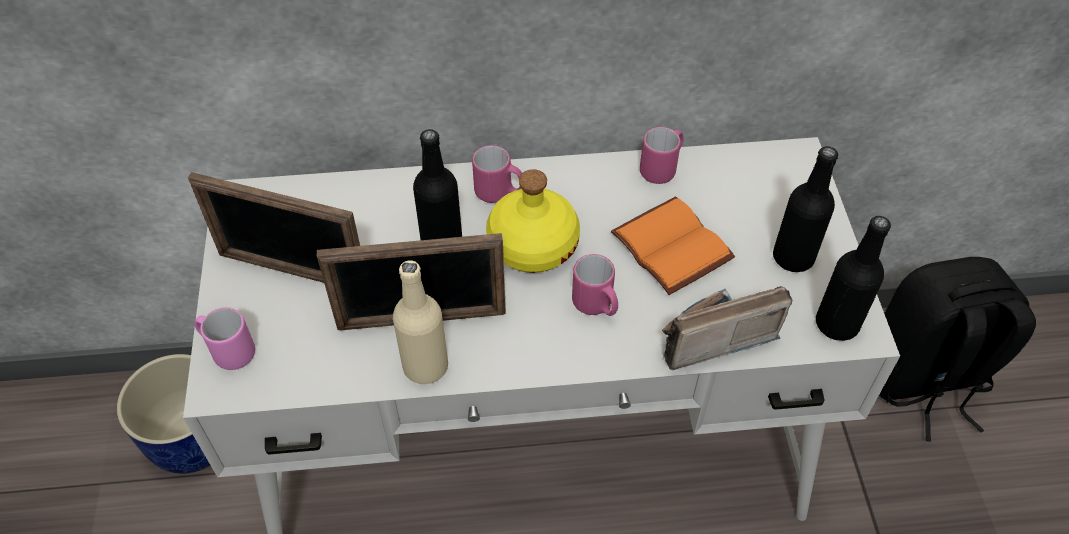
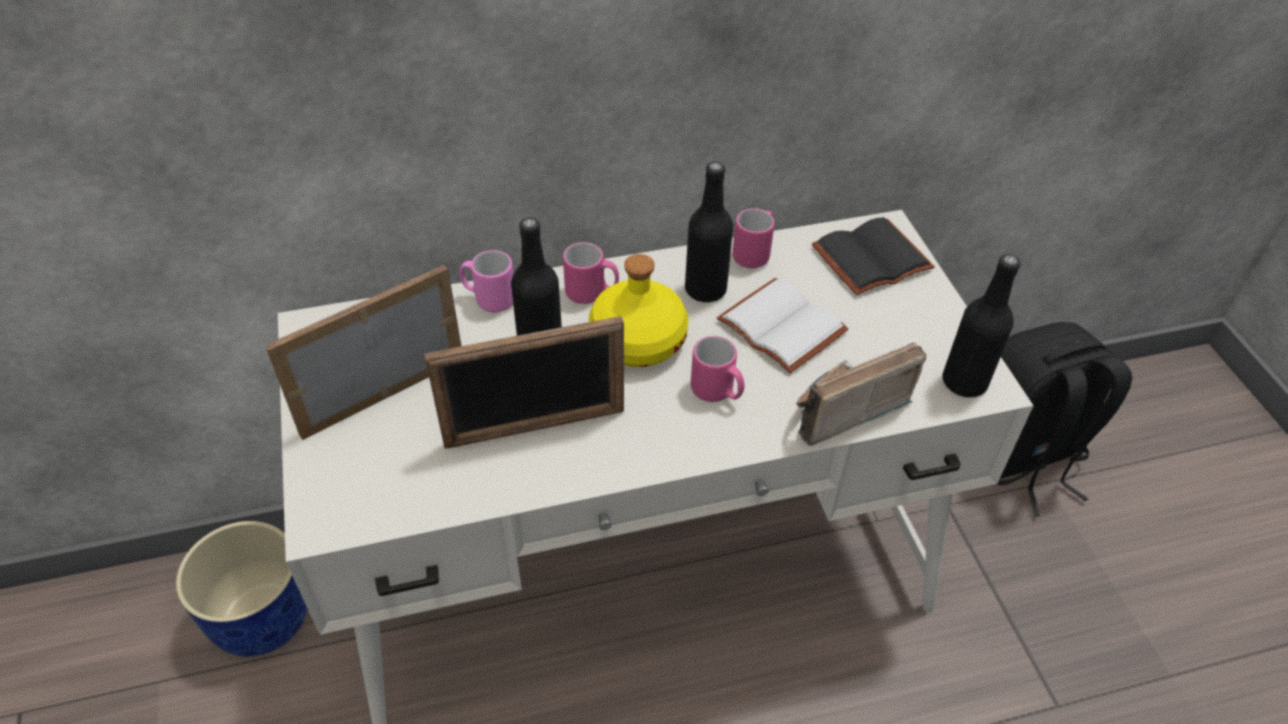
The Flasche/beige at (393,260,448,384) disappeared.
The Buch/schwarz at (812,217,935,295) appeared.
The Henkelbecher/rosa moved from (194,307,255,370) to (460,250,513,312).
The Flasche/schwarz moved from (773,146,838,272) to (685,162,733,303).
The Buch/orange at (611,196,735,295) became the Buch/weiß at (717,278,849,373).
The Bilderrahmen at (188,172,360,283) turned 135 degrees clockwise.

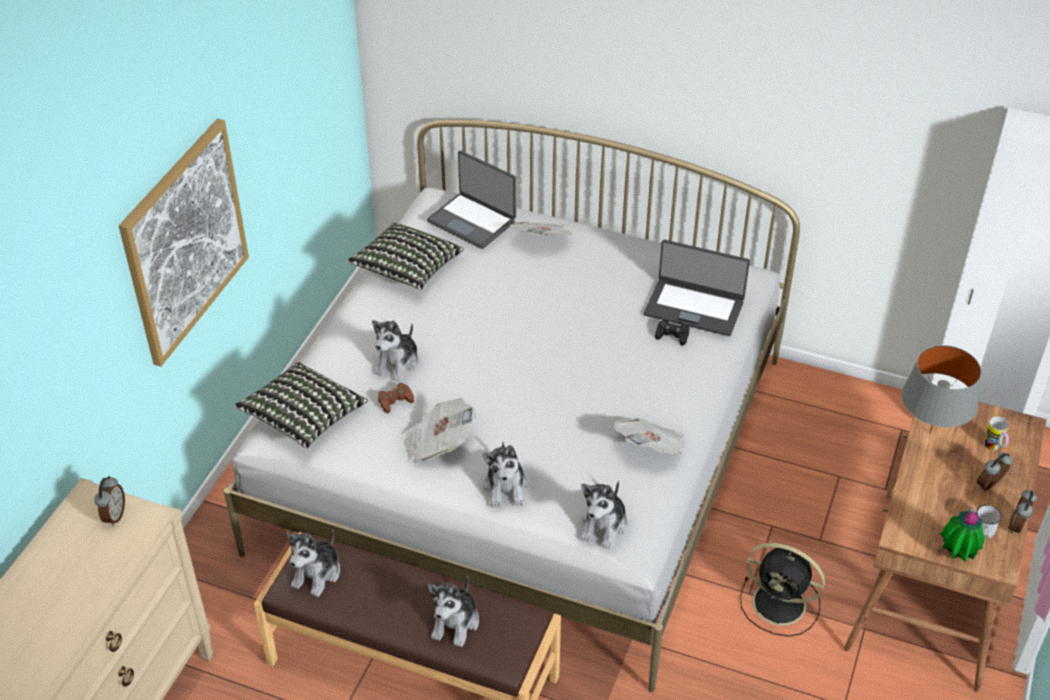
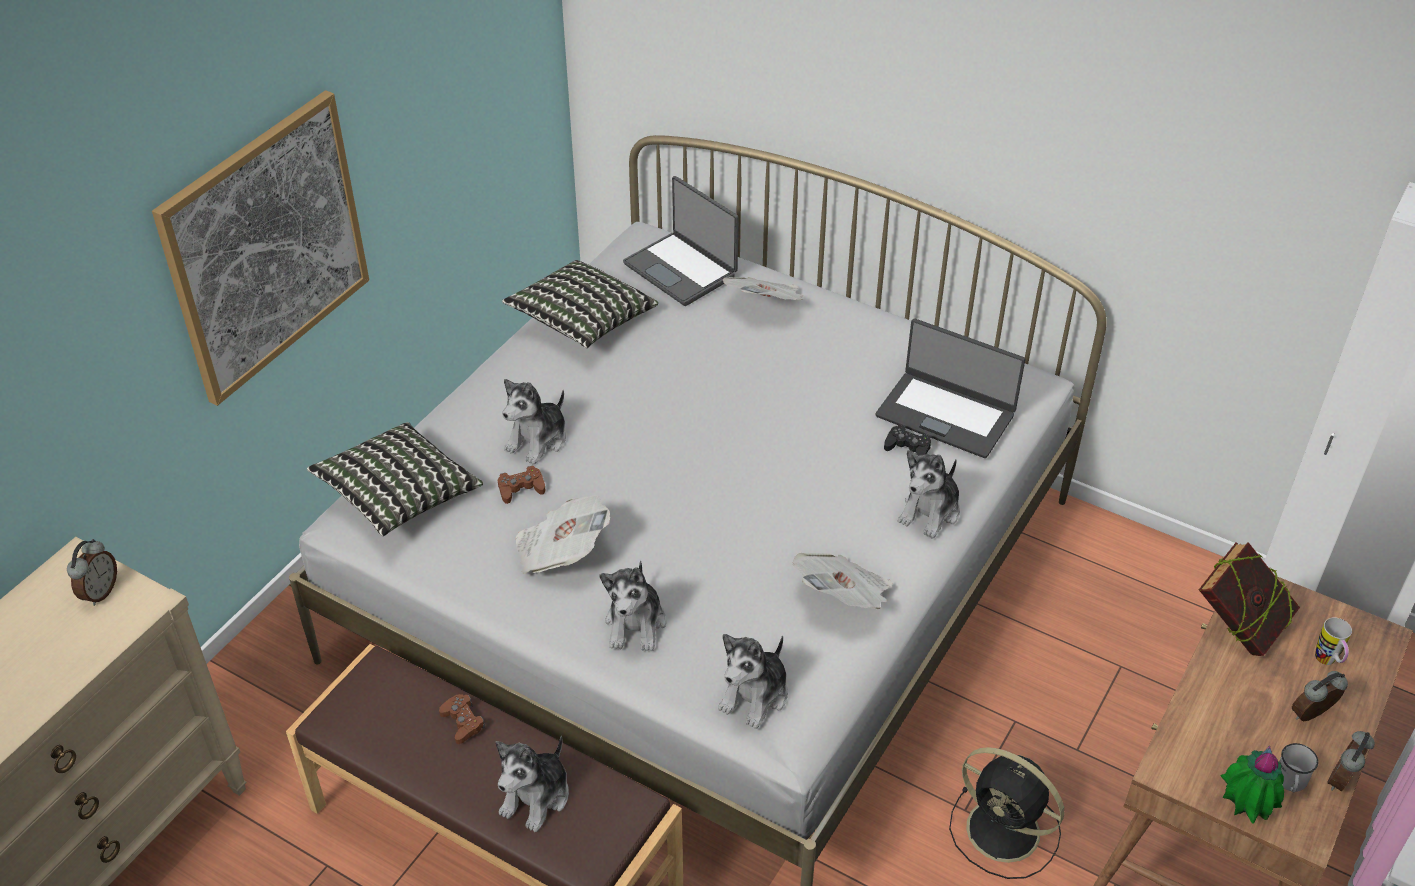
The Gamepad/braun at (439,694,486,744) appeared.
The Plüschtier moved from (287,529,340,597) to (898,450,960,538).
The Tischlampe/grau at (901,345,981,433) was replaced by the Buch at (1199,542,1300,656).

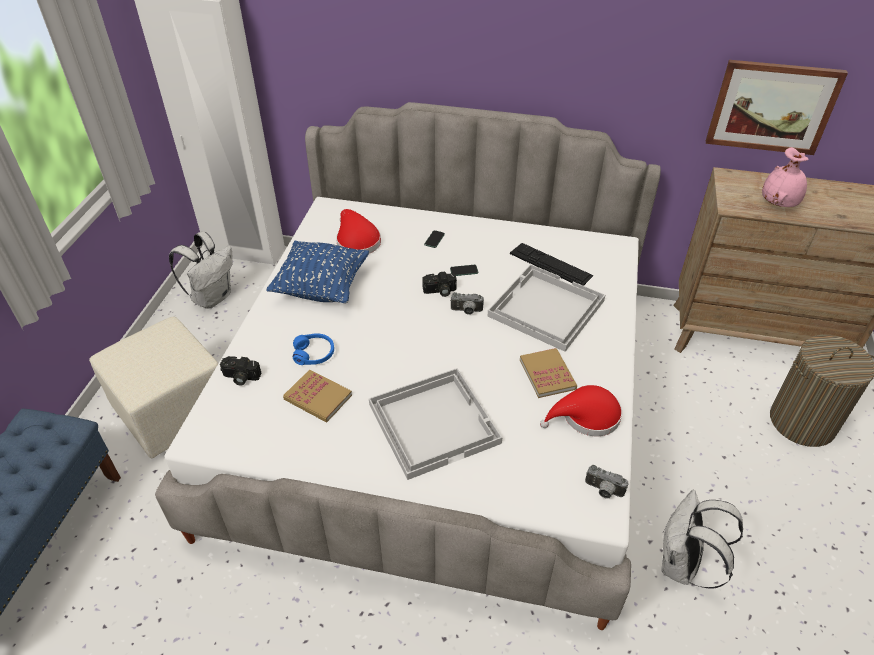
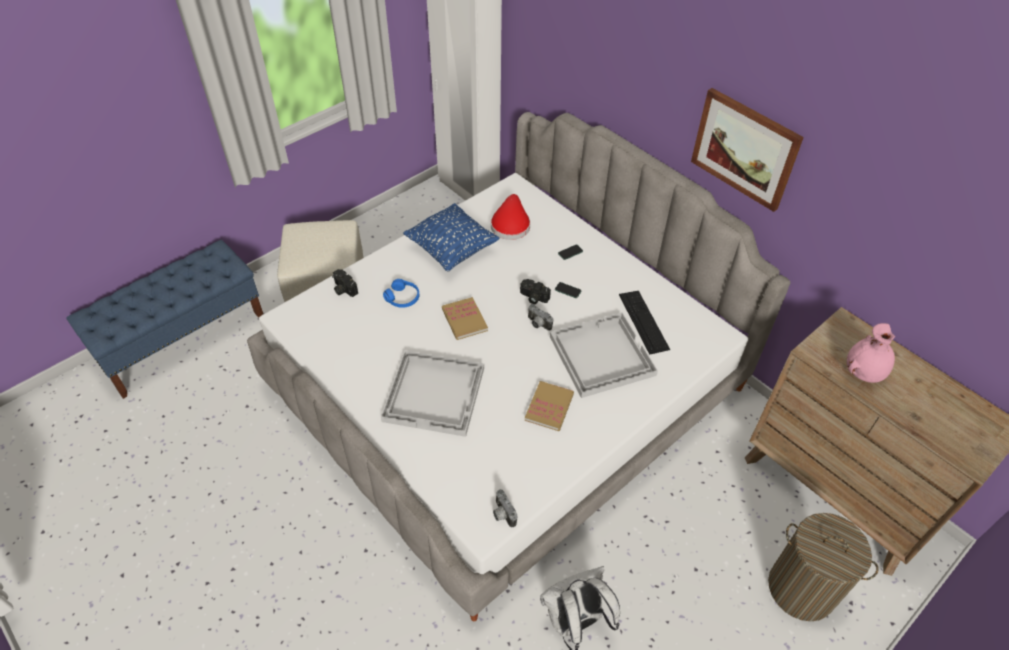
The Rucksack/weiß at (169,231,233,309) disappeared.
The Hut/rot at (540,385,622,436) disappeared.
The Buch moved from (283,369,352,422) to (442,297,488,340).
The Bild moved from (706,60,848,155) to (691,88,804,212).

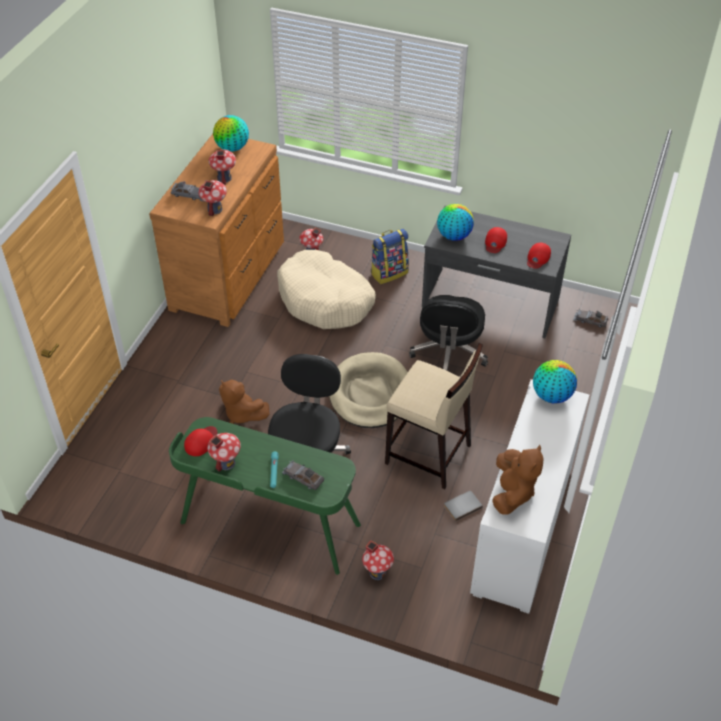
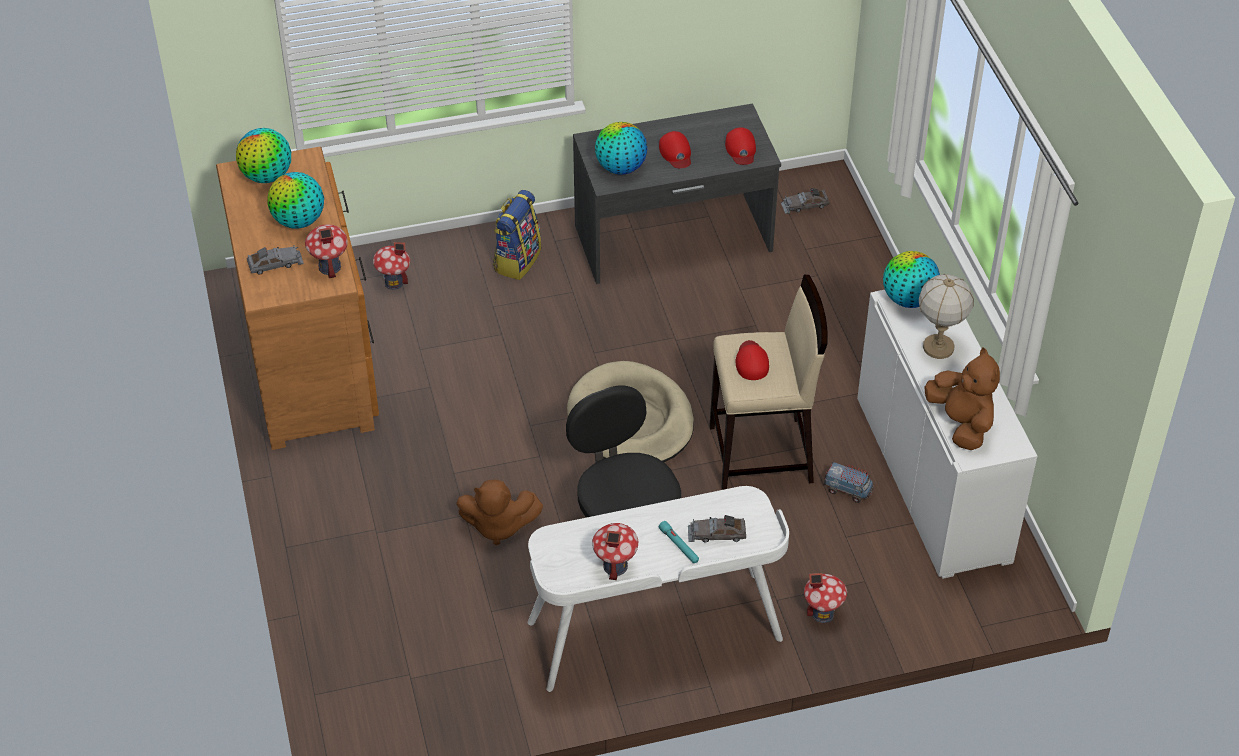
The Hundebett/beige at (277,250,376,329) disappeared.
The Bürostuhl/schwarz at (409,295,488,371) disappeared.
The Tischlampe at (919,274,974,359) appeared.
The Kappe/rot moved from (184,426,217,456) to (736,340,769,380).
The Spielzeughaus at (209,149,236,185) was replaced by the Globus at (267,172,324,229).
The Buch/grau at (444,491,483,521) was replaced by the Spielzeuglaster at (824,462,874,503).
The Schreibtisch/grün at (169,417,361,575) became the Schreibtisch/weiß at (528,486,789,692).

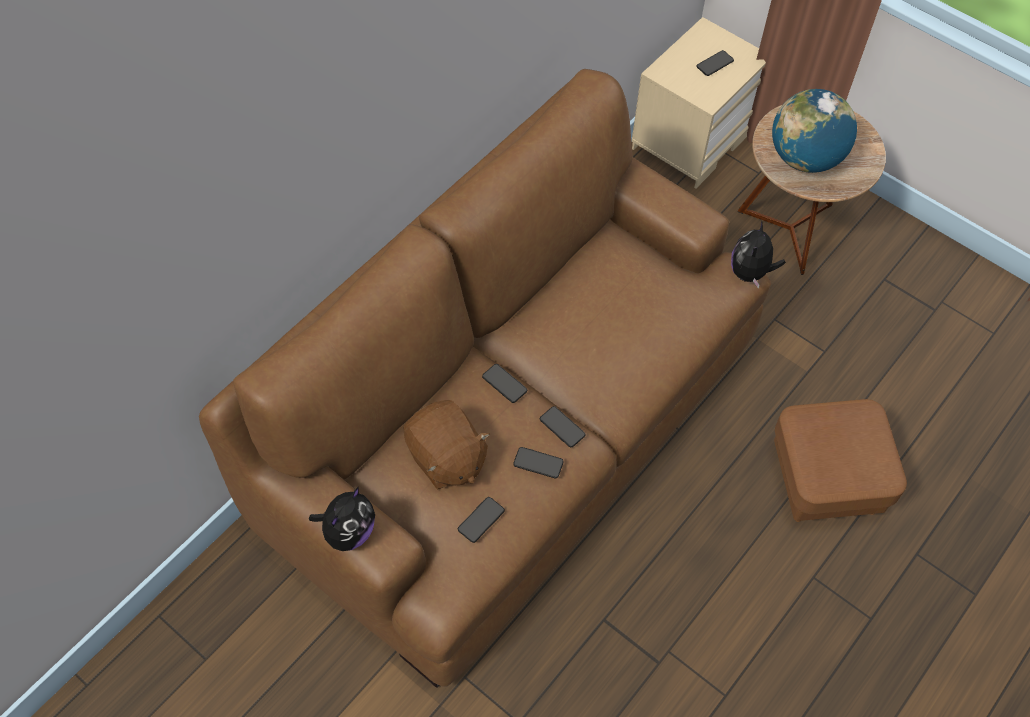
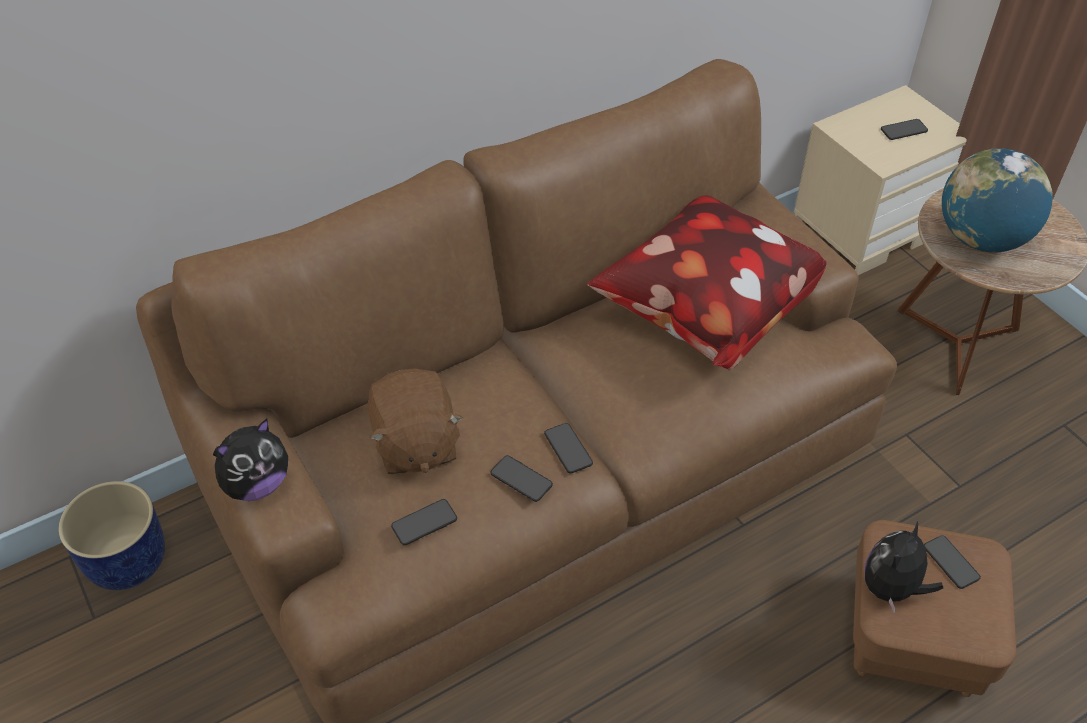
The Pflanzkübel/blau at (58,481,165,590) appeared.
The Kissen at (587,195,827,371) appeared.
The Handy moved from (482,364,527,403) to (924,535,981,589).
The Plüschtier moved from (731,221,786,288) to (865,520,943,613).

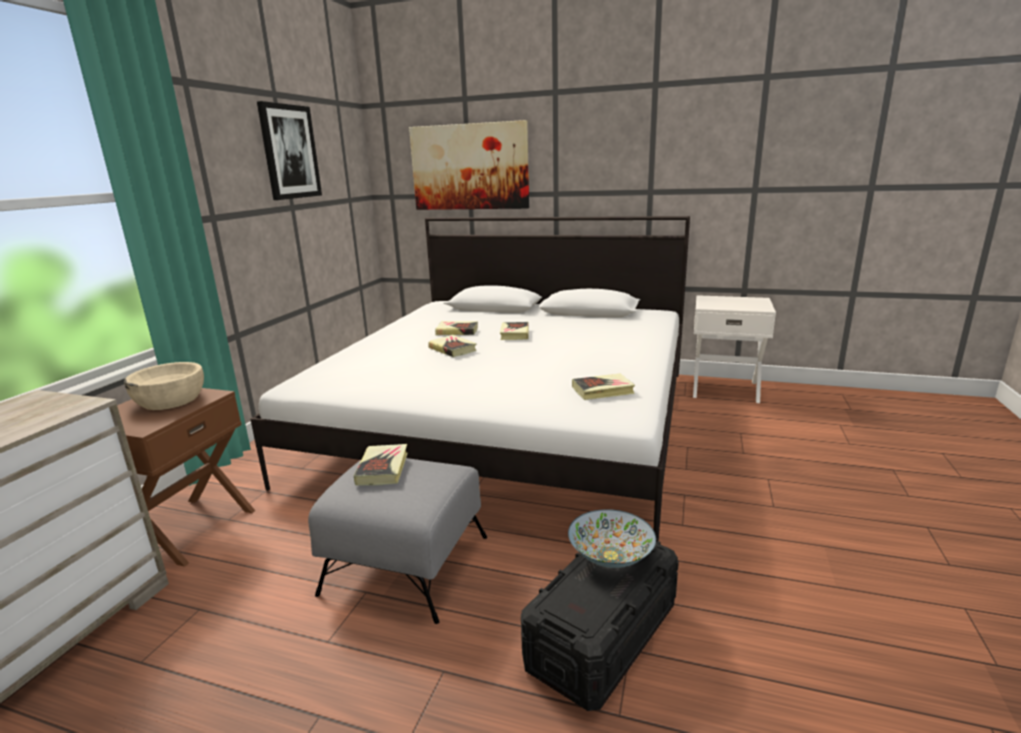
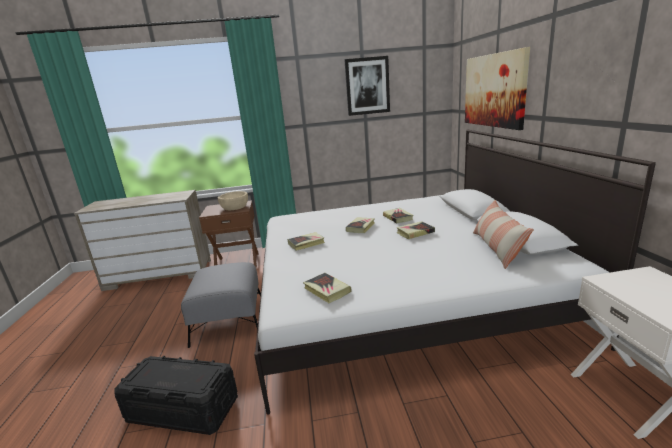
The Schüssel at (568,509,656,568) disappeared.
The Kissen at (473,200,534,269) appeared.
The Buch moved from (354,444,408,485) to (288,232,325,251).

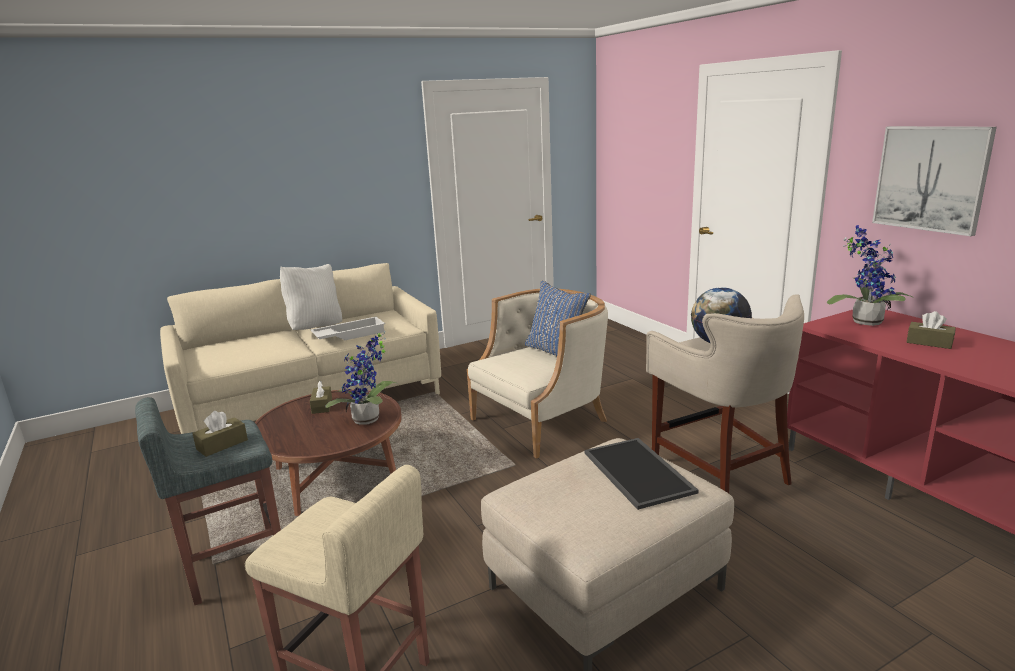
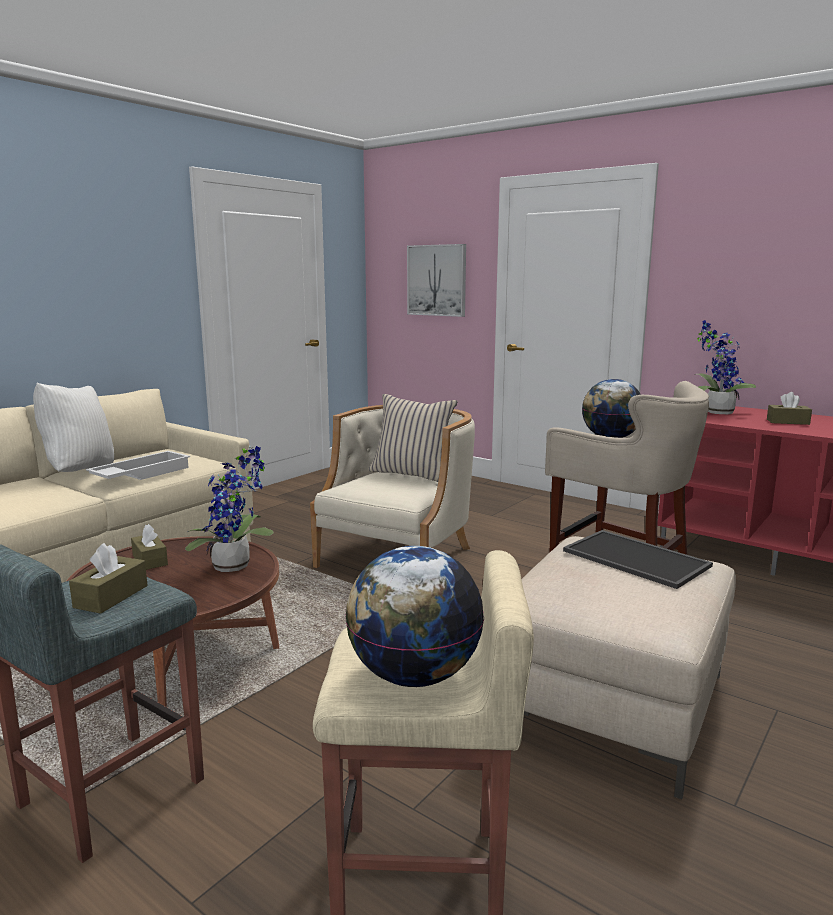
The Globus at (345,546,484,687) appeared.
The Bild moved from (872,126,997,236) to (407,244,466,317).
The Kissen/blau at (525,281,591,356) became the Kissen/beige at (368,394,458,482).

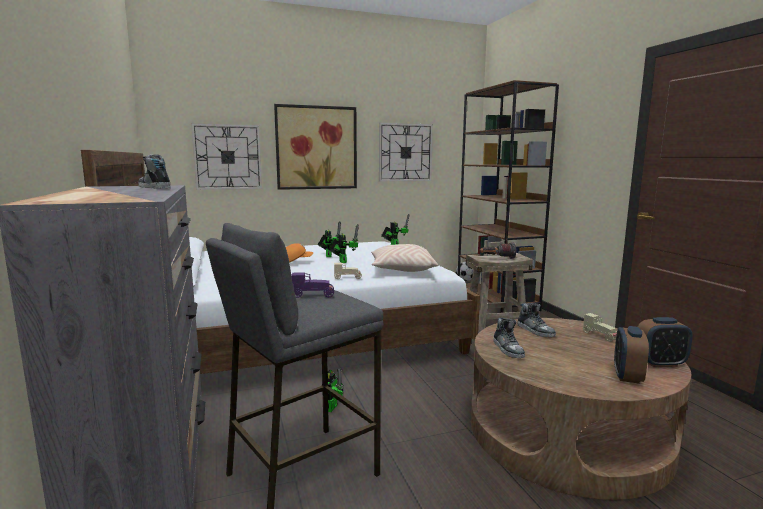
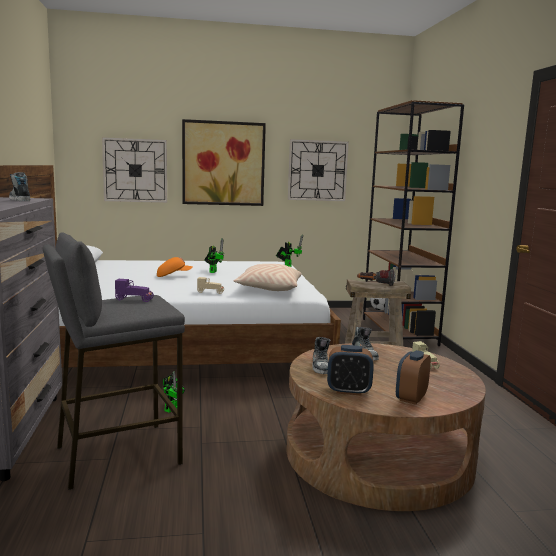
The Spielzeugroboter at (329,224,359,263) disappeared.
The Wecker moved from (638,317,693,367) to (327,345,374,396).

